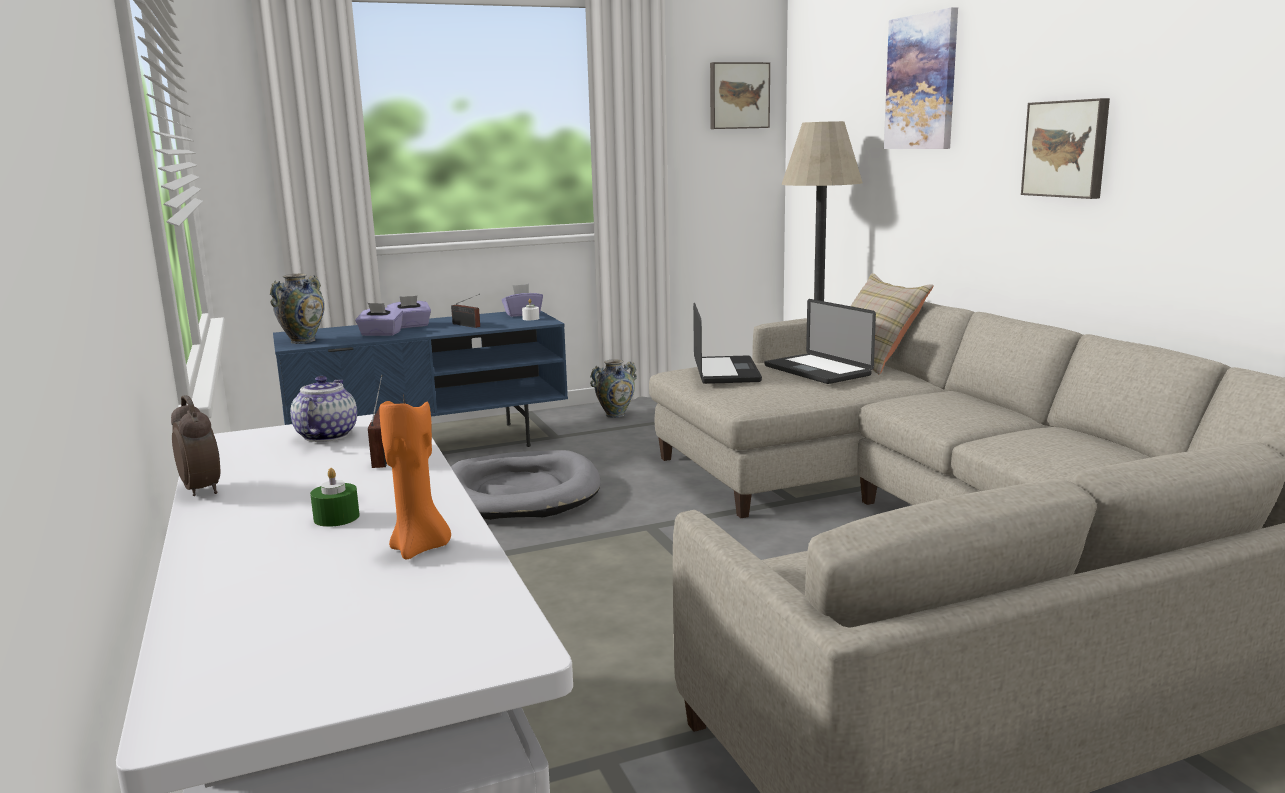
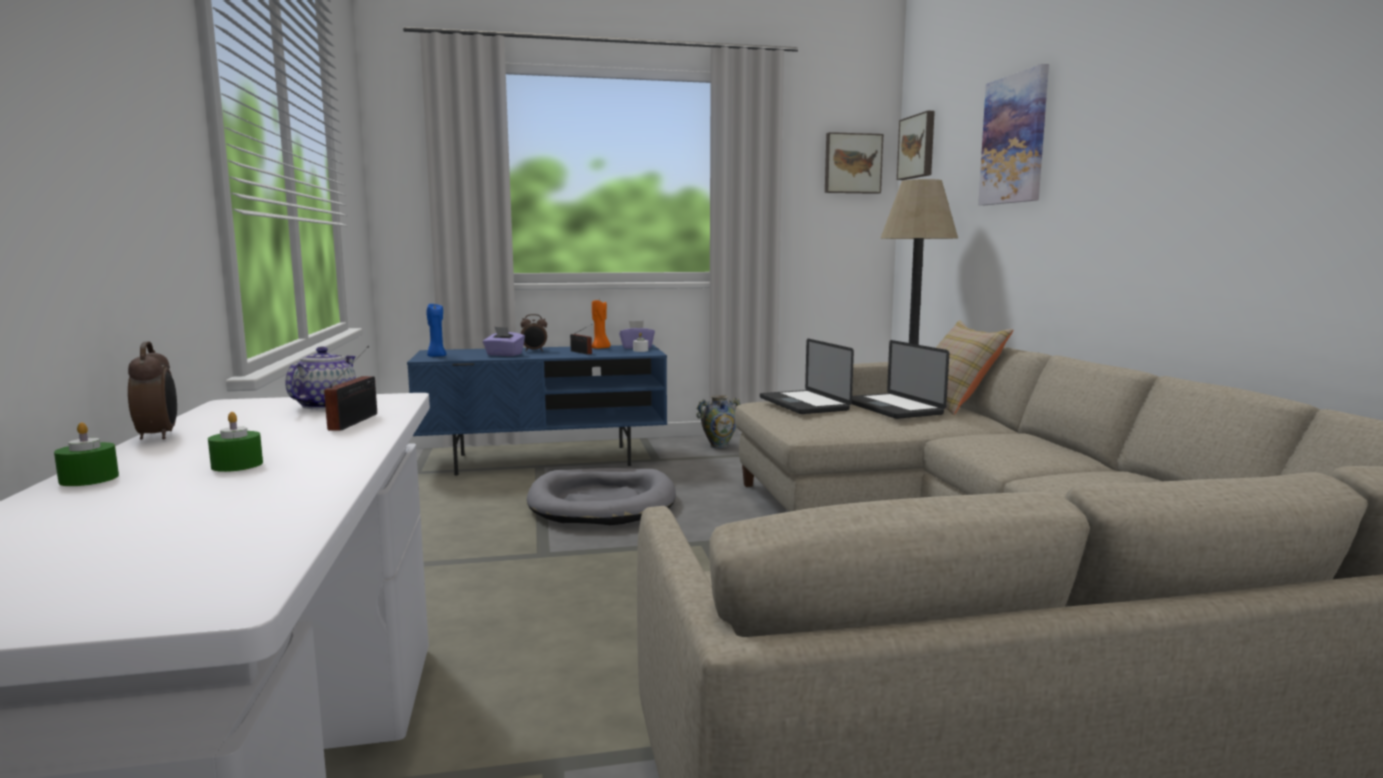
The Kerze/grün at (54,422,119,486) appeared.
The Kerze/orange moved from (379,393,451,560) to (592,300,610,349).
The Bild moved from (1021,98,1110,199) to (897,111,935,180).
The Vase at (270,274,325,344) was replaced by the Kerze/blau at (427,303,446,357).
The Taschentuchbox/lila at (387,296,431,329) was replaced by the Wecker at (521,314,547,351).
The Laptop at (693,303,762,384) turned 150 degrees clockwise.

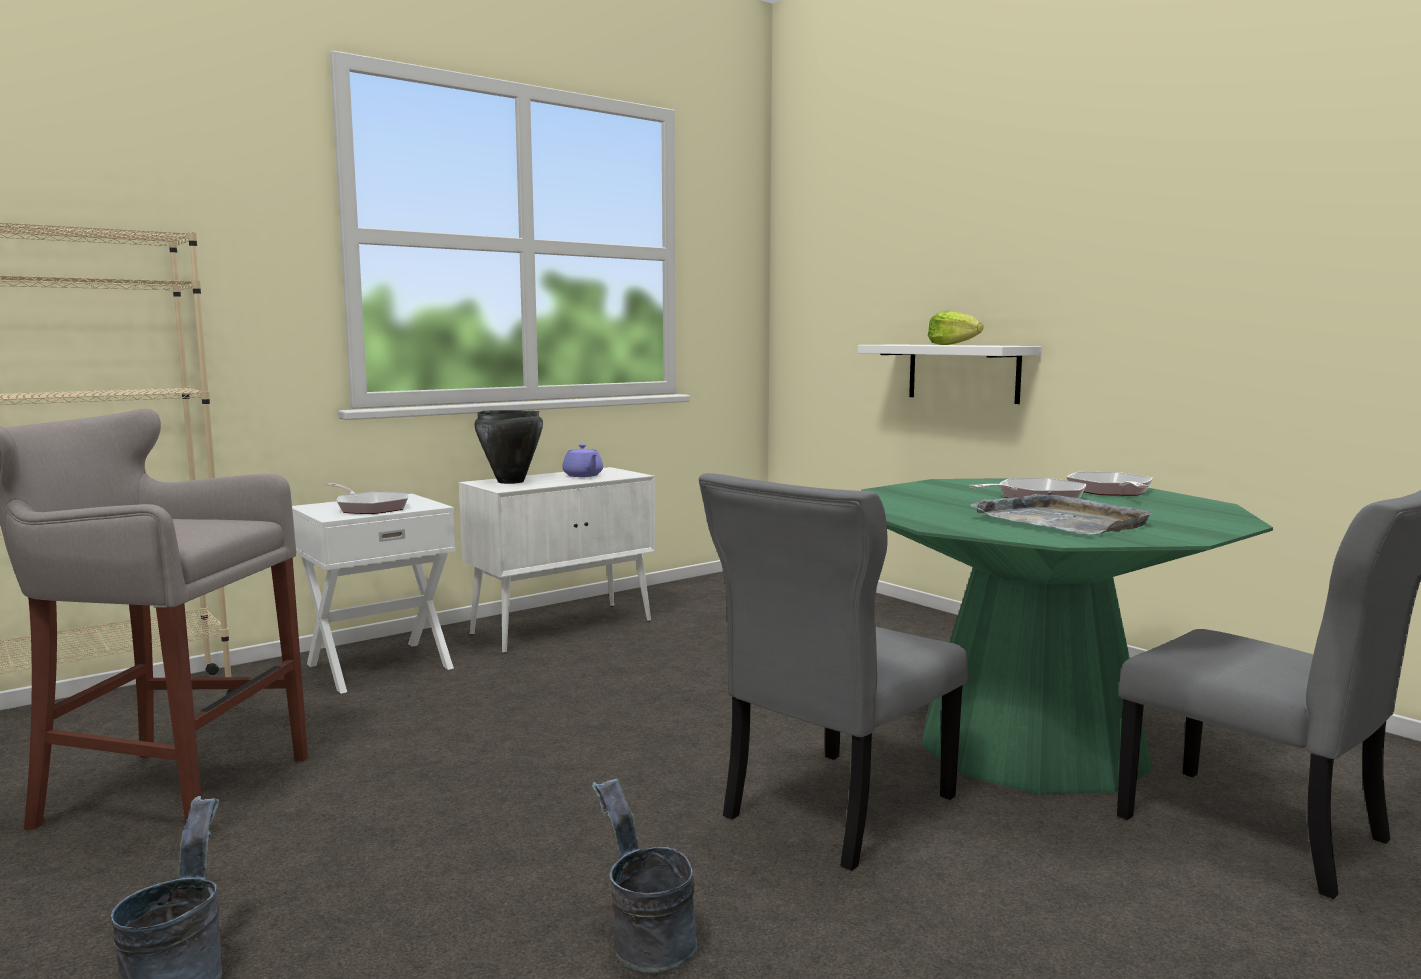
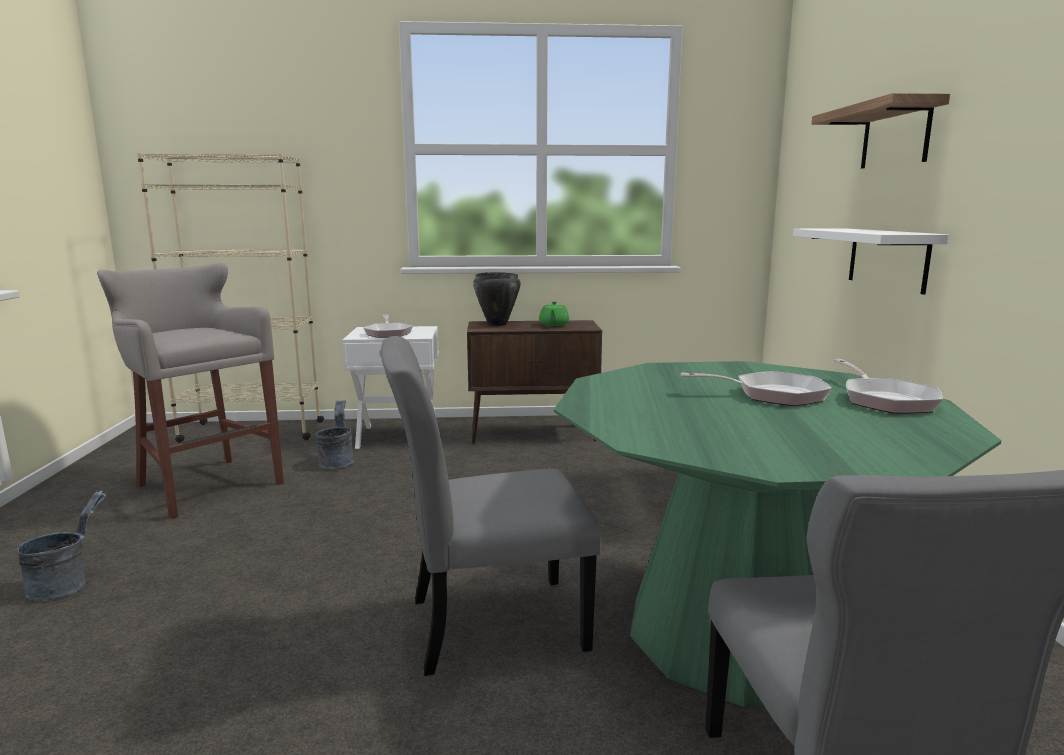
The Salatkopf at (928,311,983,345) disappeared.
The Tablett/grau at (970,491,1154,535) disappeared.
The Wandregal at (812,93,950,169) appeared.
The Eimer/grau moved from (592,778,697,973) to (316,400,354,469).
The Schrank/weiß at (459,467,656,653) became the Schrank/braun at (467,320,602,444).
The Teekanne/lila at (562,444,603,477) became the Teekanne/grün at (539,301,569,326).
The Pfanne at (1067,472,1153,496) turned 135 degrees clockwise.

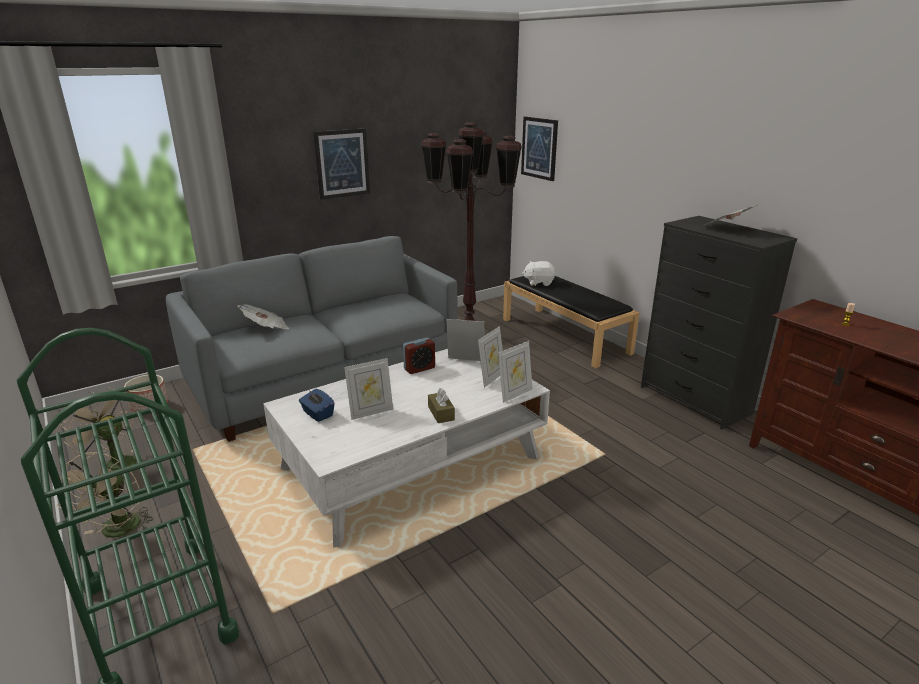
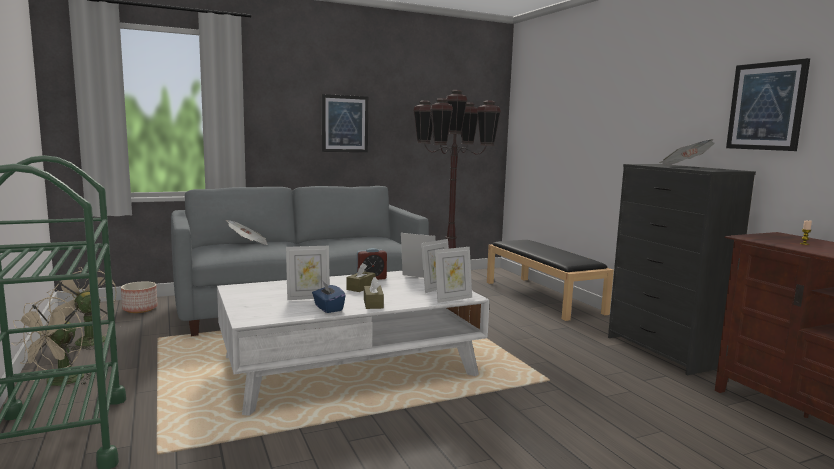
The Plüschtier/weiß at (522,261,555,286) disappeared.
The Taschentuchbox/braun at (346,263,375,292) appeared.
The Taschentuchbox/blau moved from (299,389,334,422) to (312,282,346,313).
The Bild moved from (521,117,558,181) to (726,58,810,151).

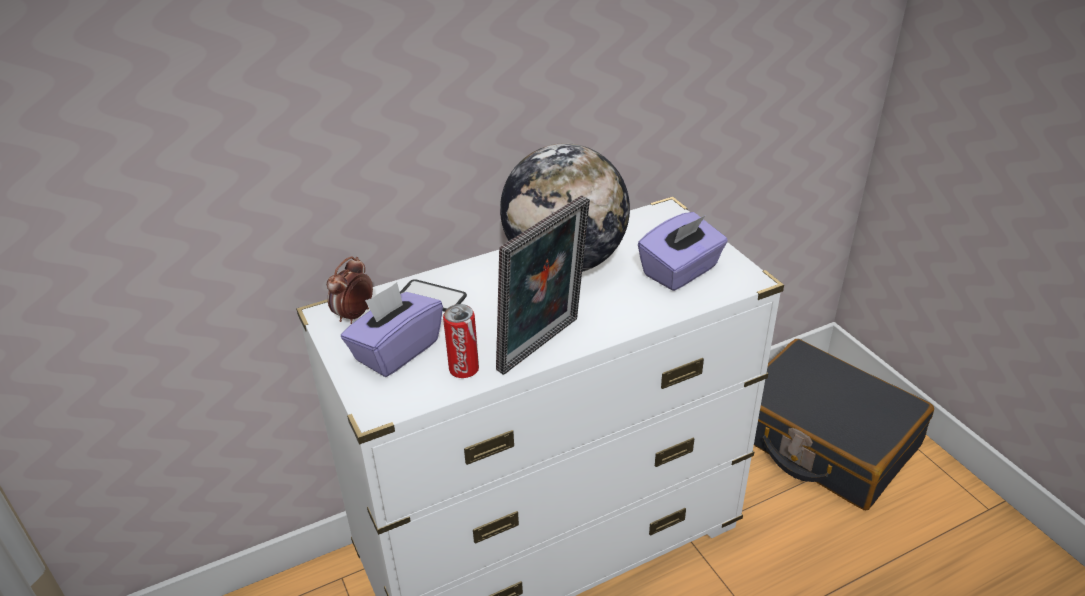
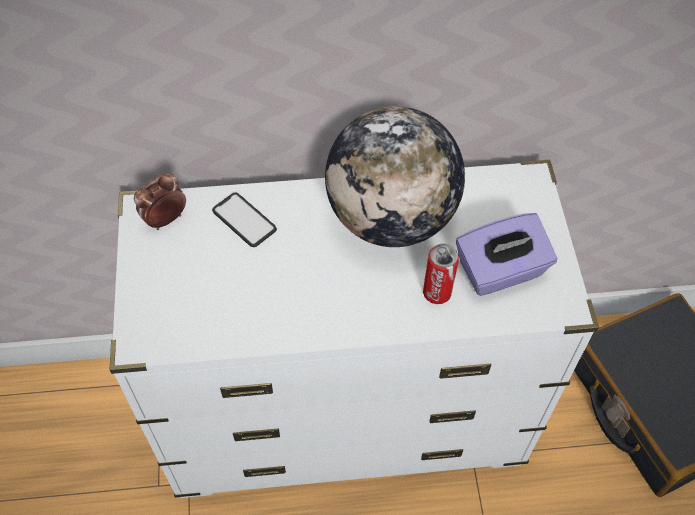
The Taschentuchbox/lila at (341,282,443,377) disappeared.
The Bilderrahmen at (496,195,590,375) disappeared.
The Dose moved from (443,304,479,378) to (423,244,459,304).

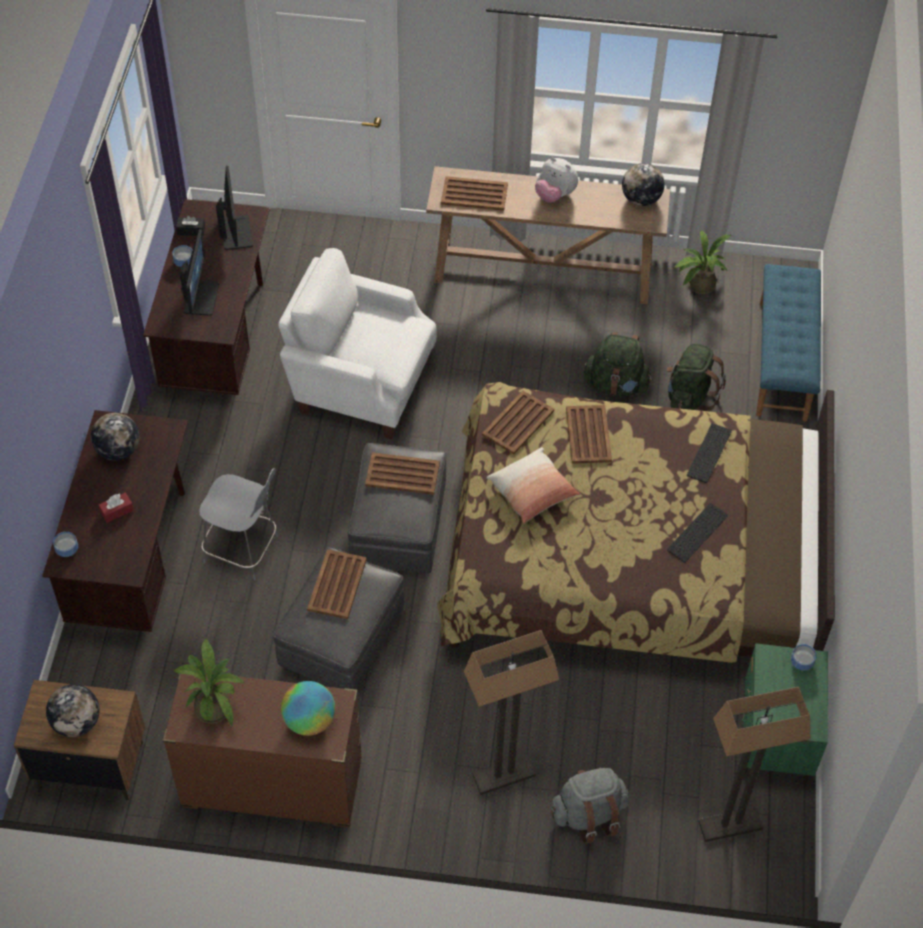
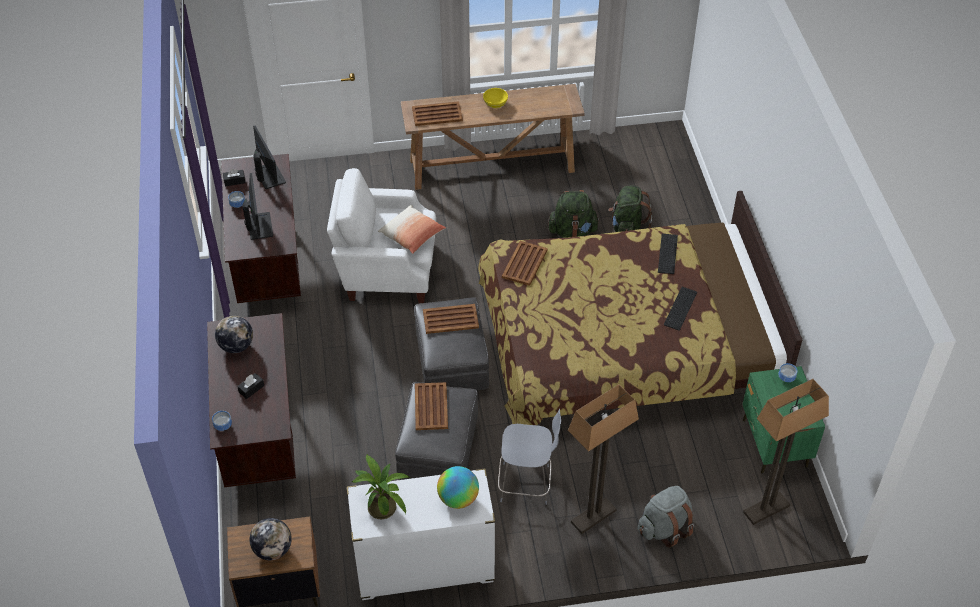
The Tablett/braun at (566,405,612,464) disappeared.
The Globus at (622,163,665,206) disappeared.
The Topfpflanze at (673,231,731,295) disappeared.
The Bank/blau at (756,264,821,421) disappeared.
The Stuhl/grau moved from (199,468,278,580) to (498,409,561,505).
The Kissen moved from (486,447,580,523) to (378,205,446,254).
The Plüschtier at (535,157,578,203) was replaced by the Schüssel/gelb at (483,88,508,108).
The Taschentuchbox/rot at (99,492,134,523) became the Taschentuchbox/schwarz at (237,373,264,399).
The Kommode/braun at (163,673,362,828) became the Kommode/weiß at (347,469,495,600).

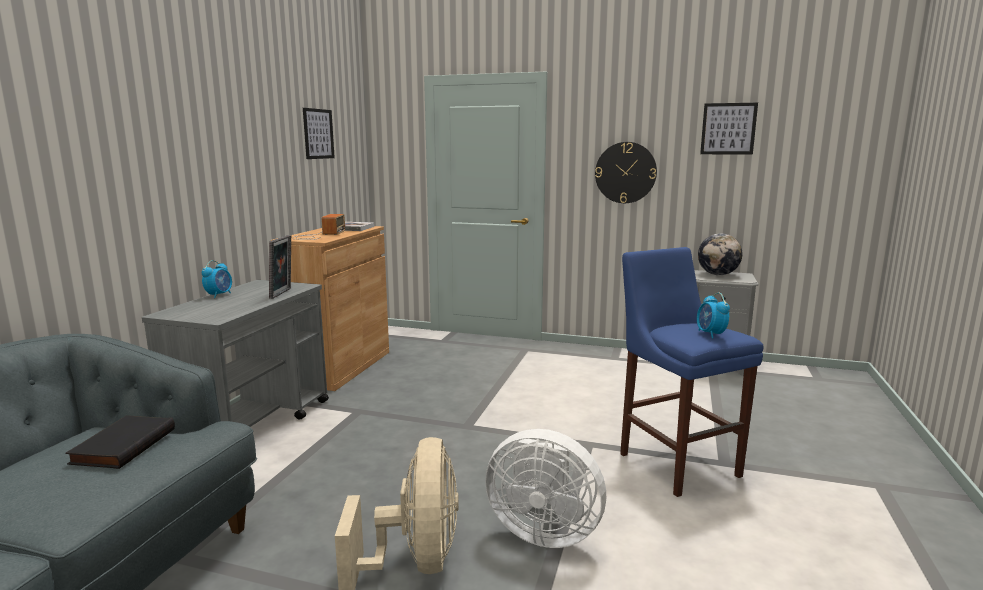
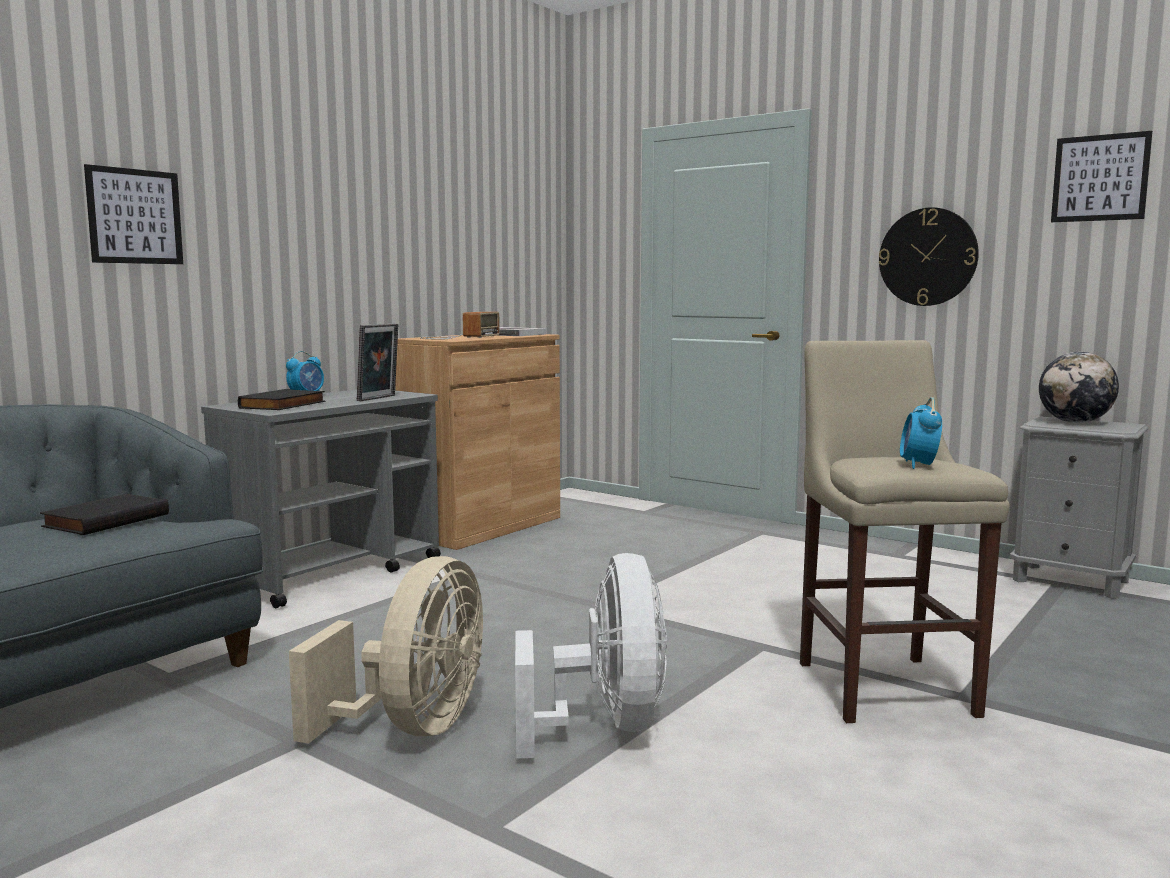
The Buch/schwarz at (238,389,325,410) appeared.
The Bild moved from (303,108,335,159) to (84,164,183,264).
The Hocker/blau at (620,247,763,497) became the Hocker/beige at (800,340,1009,723).
The Ventilator/weiß at (485,429,606,548) turned 135 degrees counterclockwise.

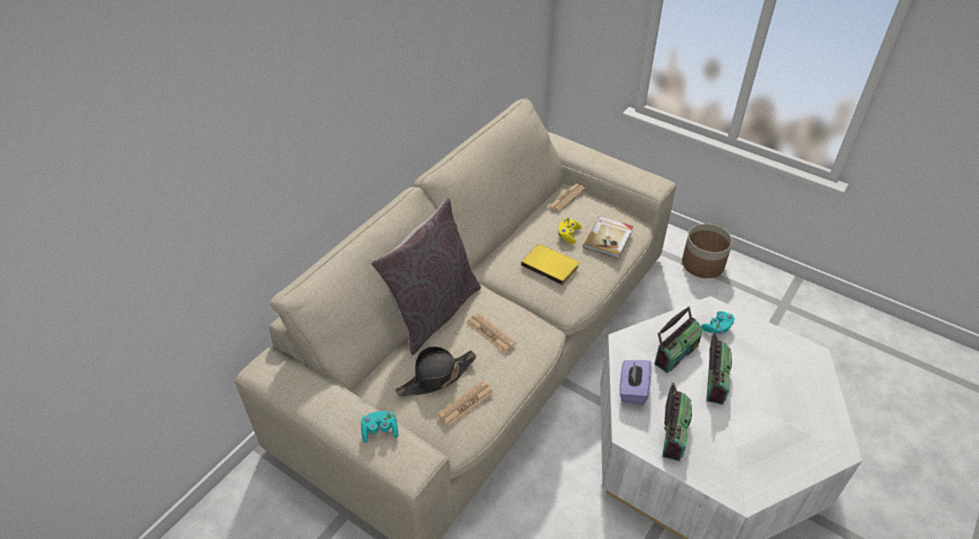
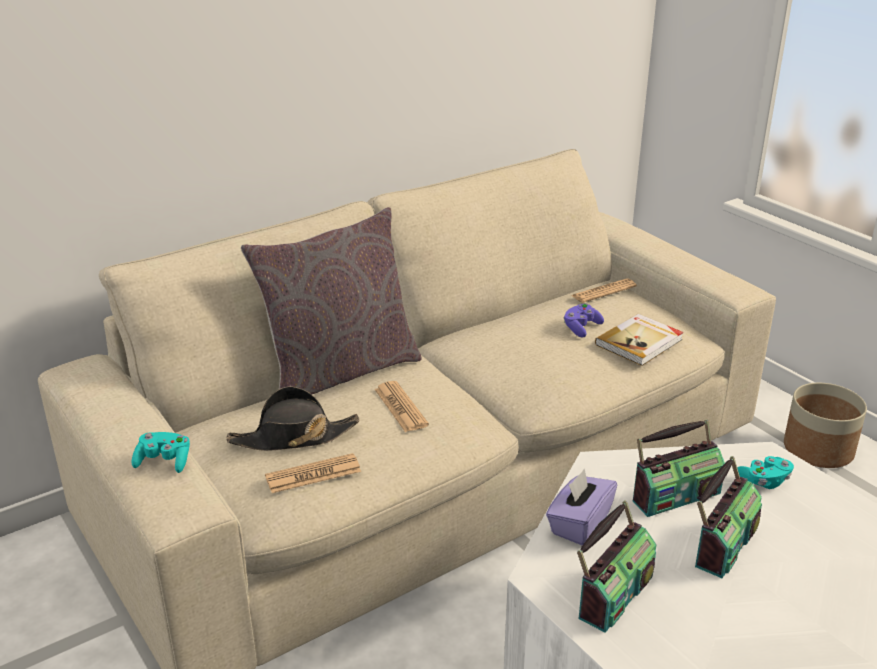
The Buch/gelb at (521,244,579,285) disappeared.
The Gamepad/gelb at (558,218,581,244) became the Gamepad/lila at (564,303,604,337).

